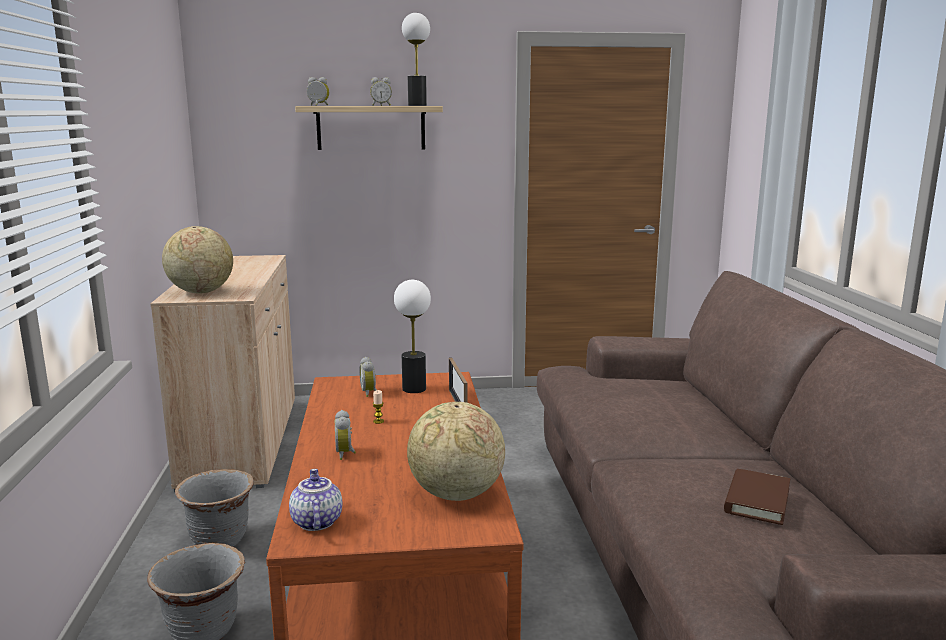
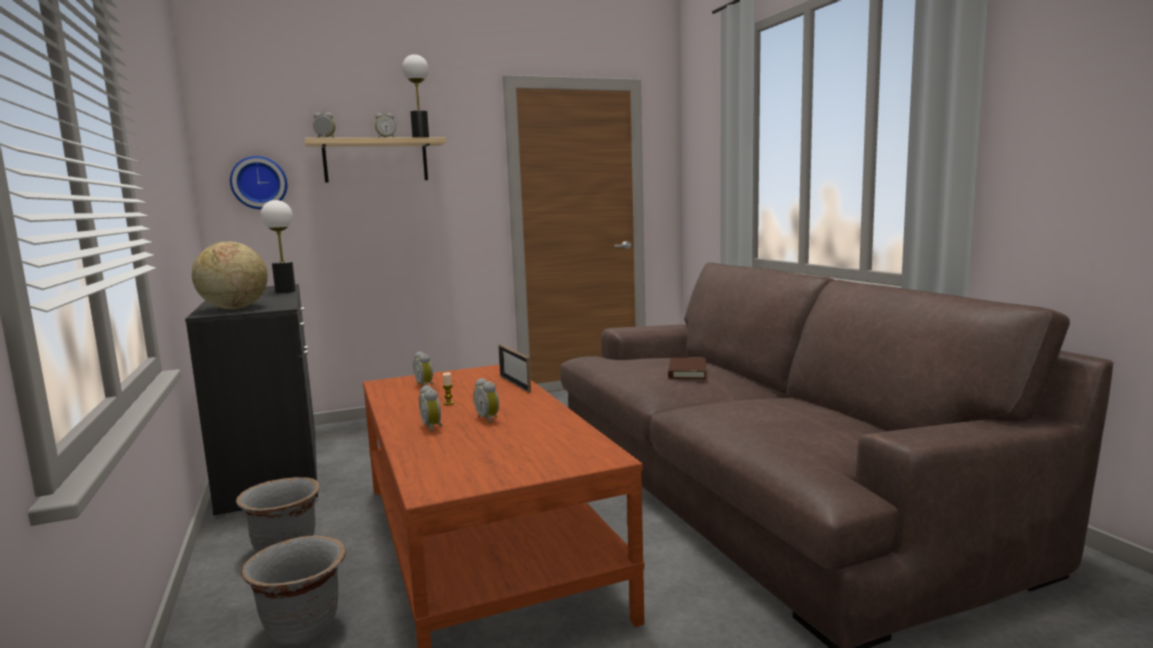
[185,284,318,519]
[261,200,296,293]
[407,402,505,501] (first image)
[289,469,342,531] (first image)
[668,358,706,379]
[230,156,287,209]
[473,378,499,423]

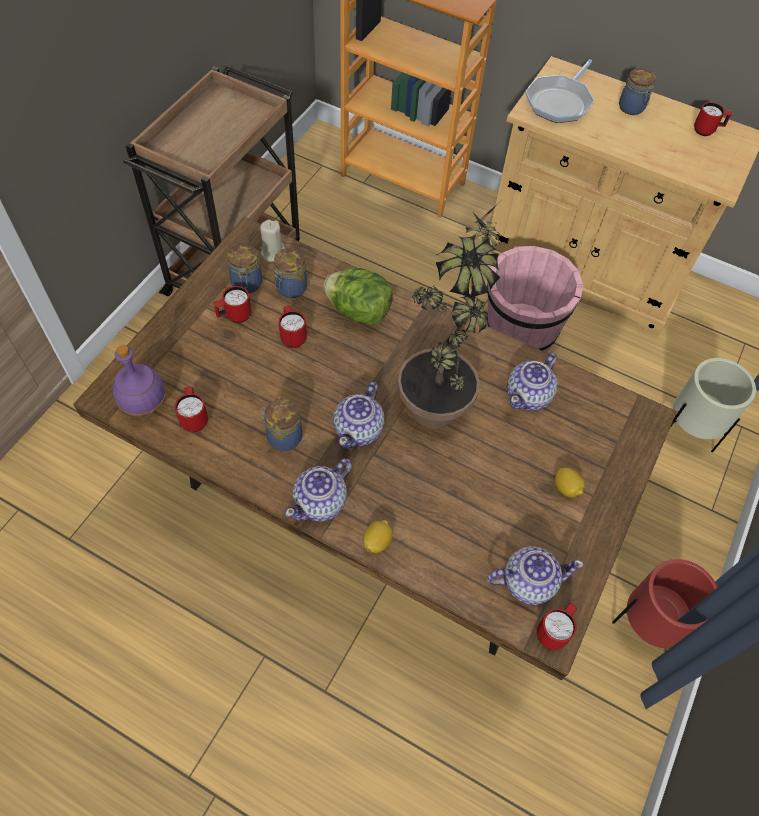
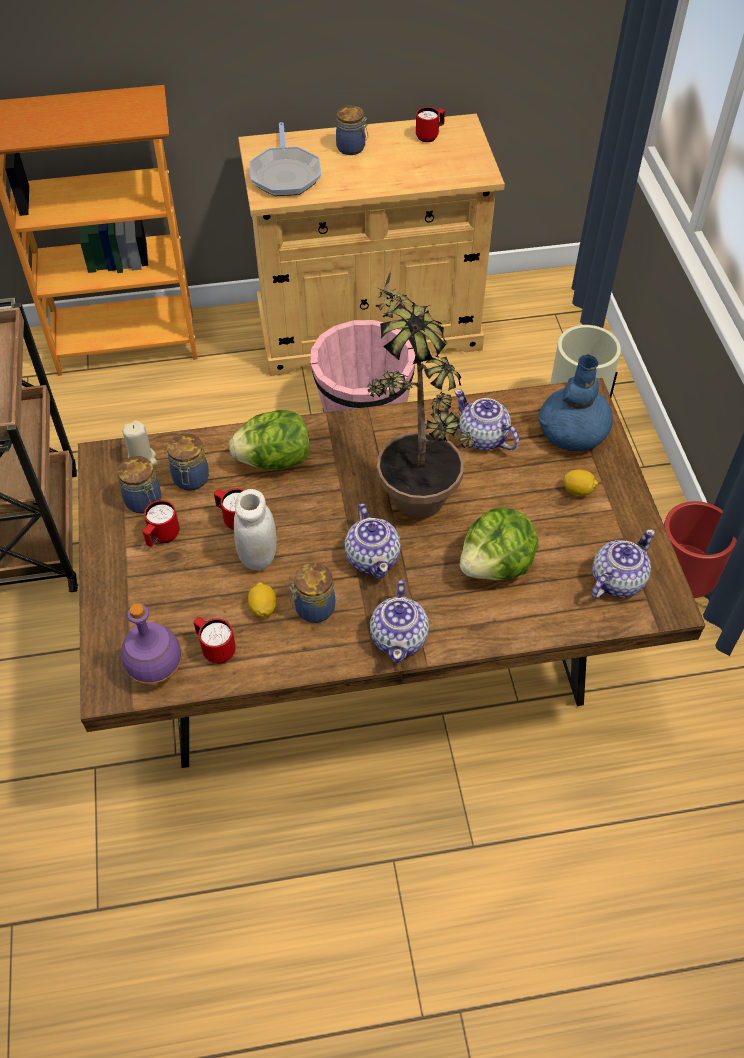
[454,389,519,450]
[248,582,276,618]
[537,603,577,650] (first image)
[538,354,613,451]
[234,489,277,571]
[460,507,539,580]

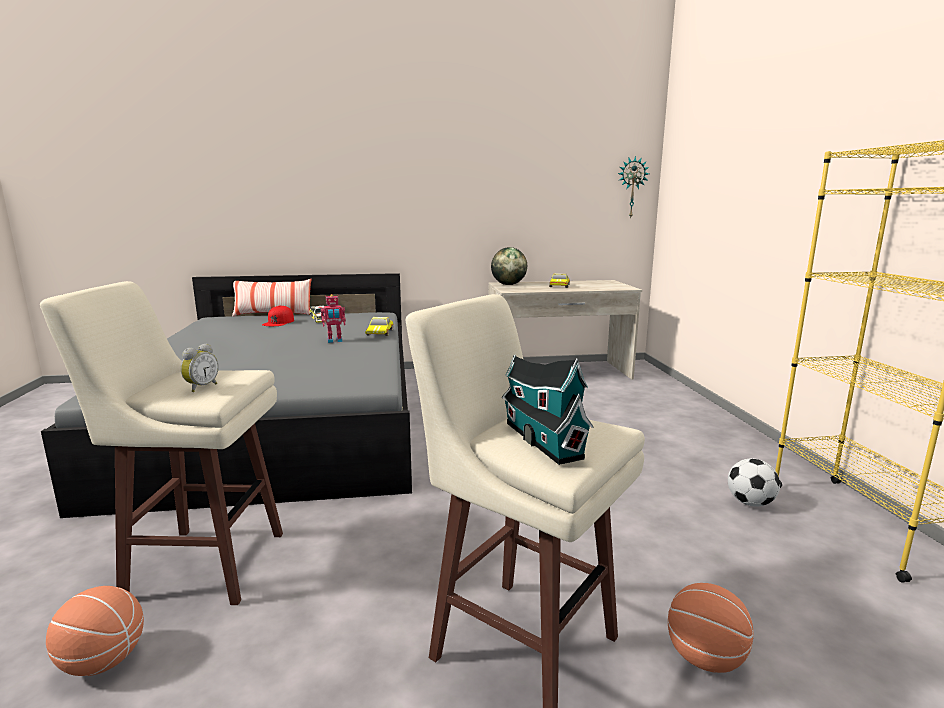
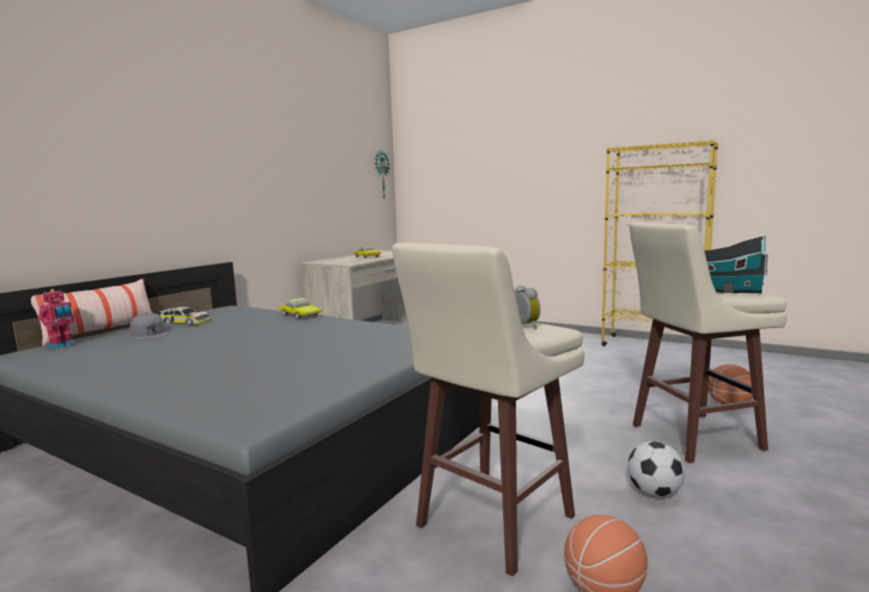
[491,247,527,285] (first image)
[38,289,77,348]
[130,312,169,340]
[628,441,685,497]

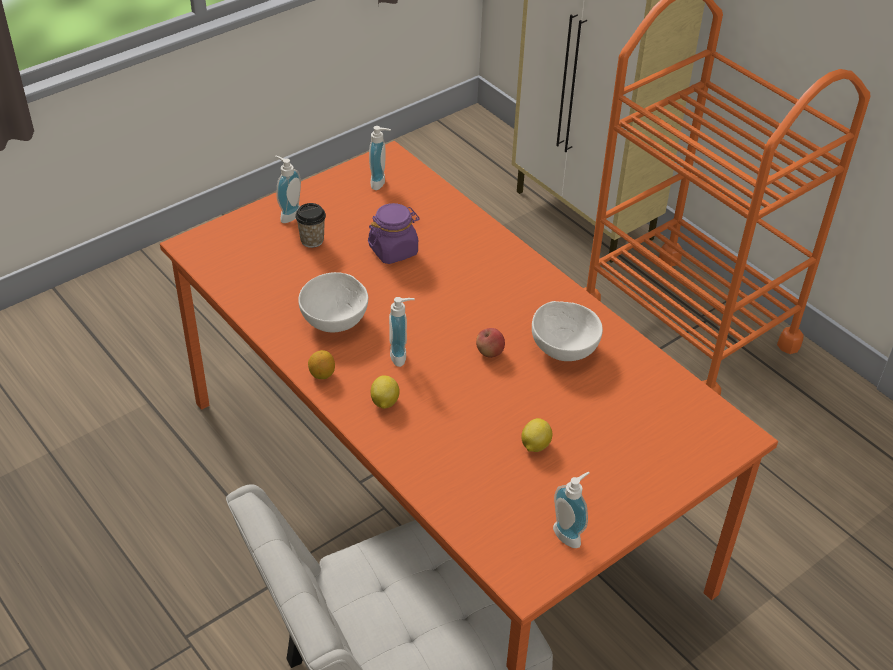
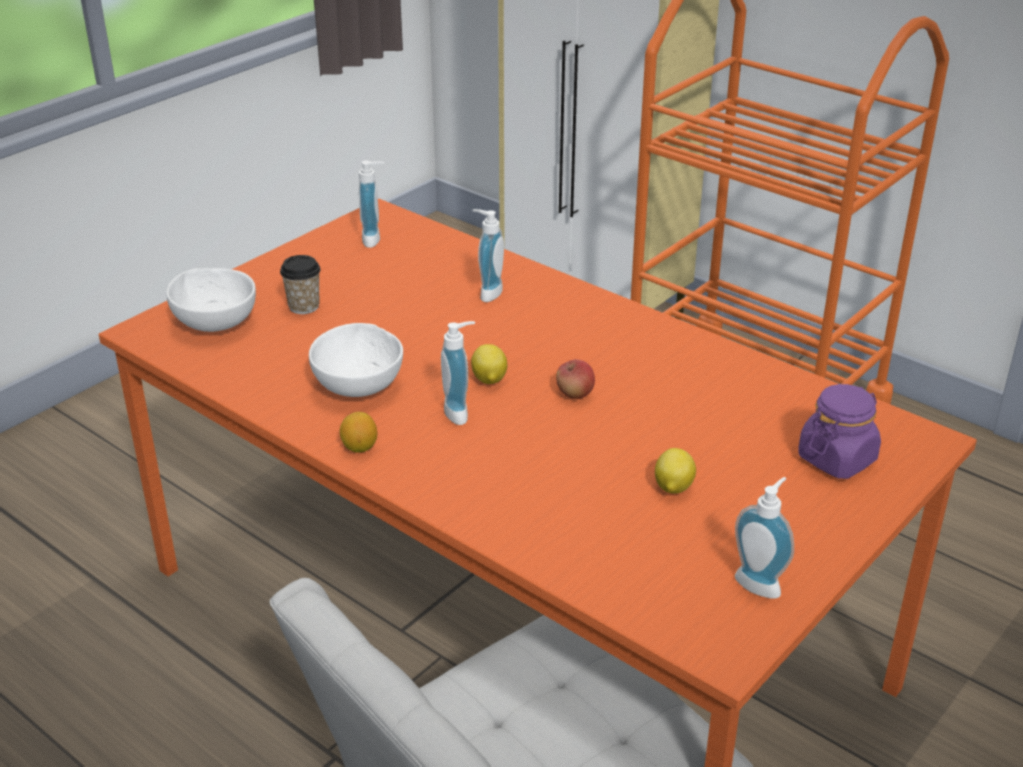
[473,209,504,302]
[798,384,881,479]
[166,268,256,332]
[471,344,507,384]

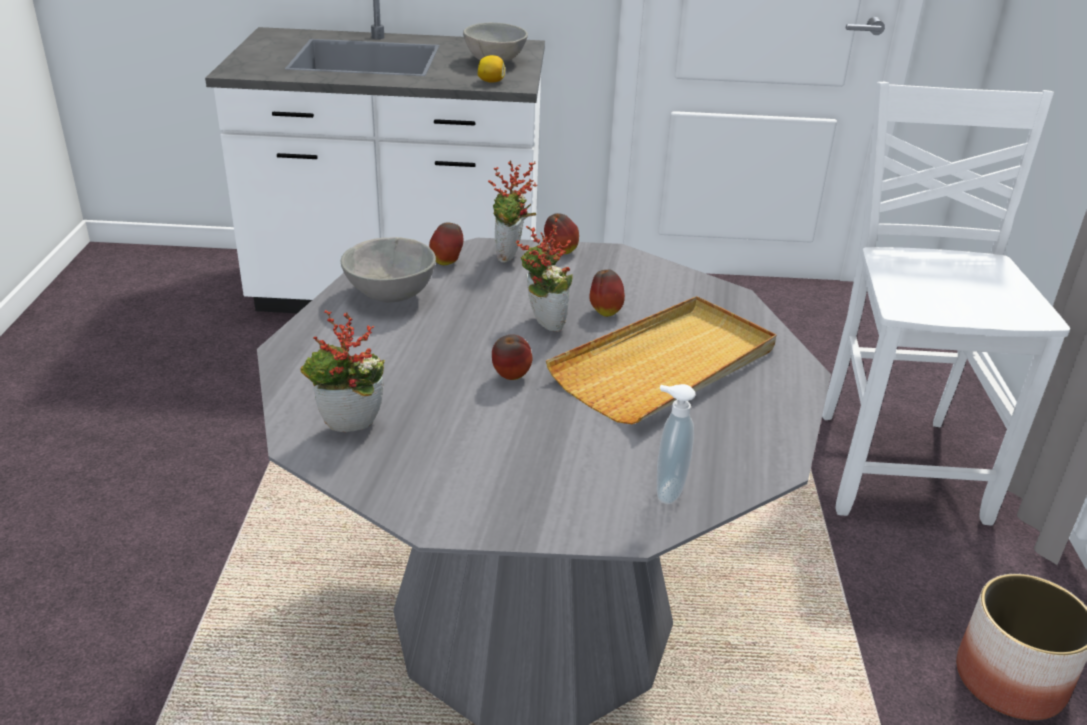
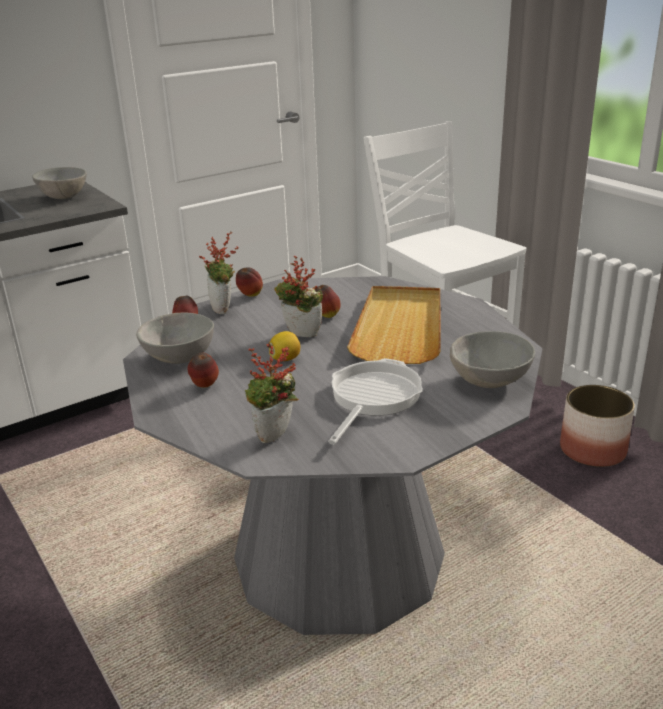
[269,331,300,361]
[188,353,219,388]
[450,331,535,388]
[328,358,423,445]

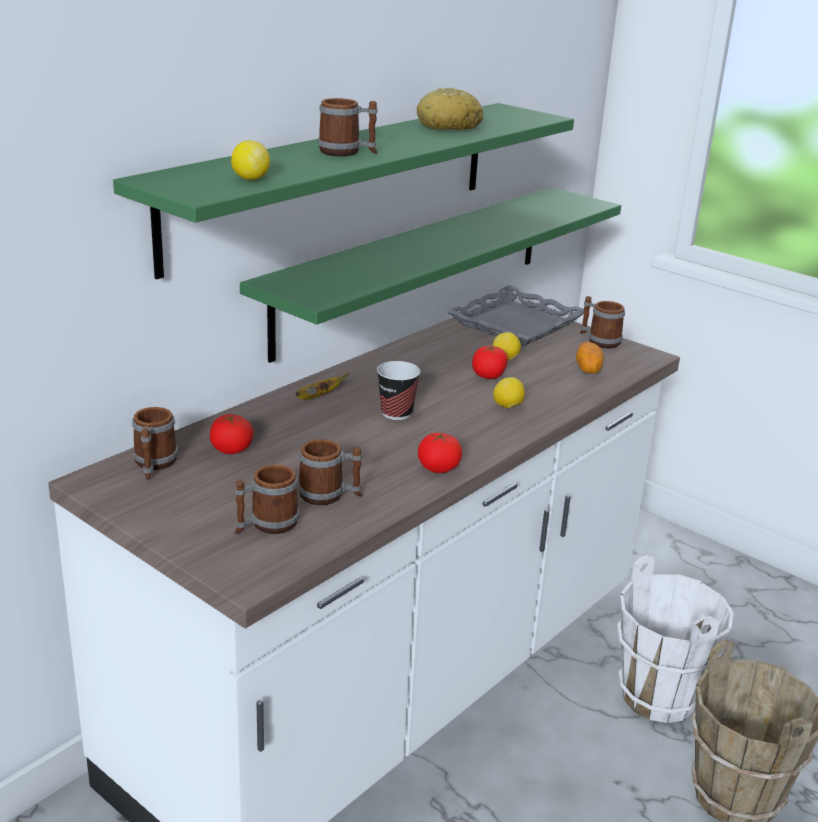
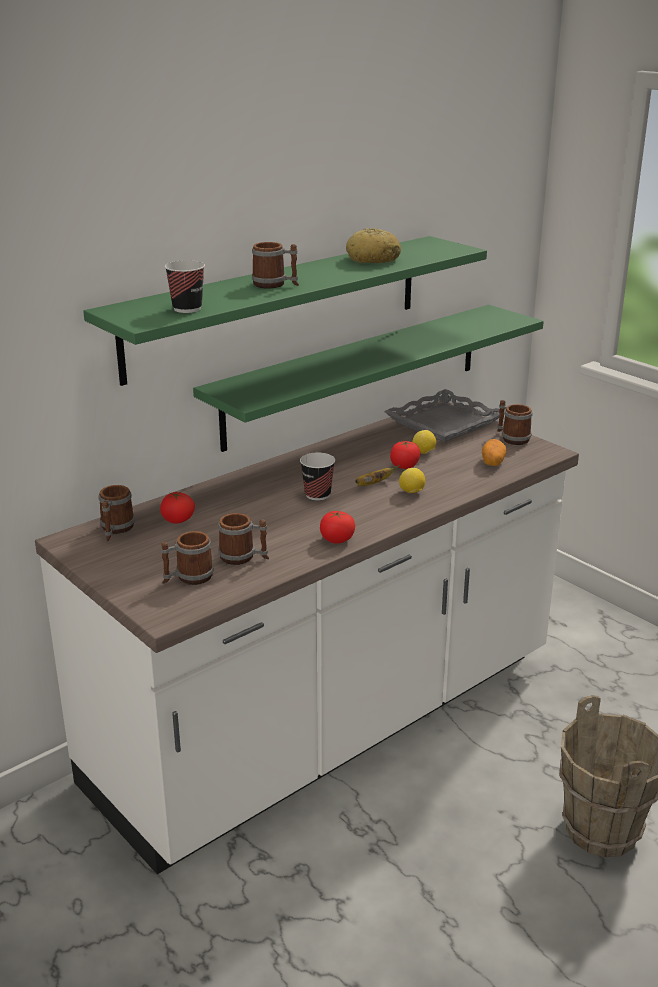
[165,260,205,313]
[355,465,400,486]
[617,555,733,723] (first image)

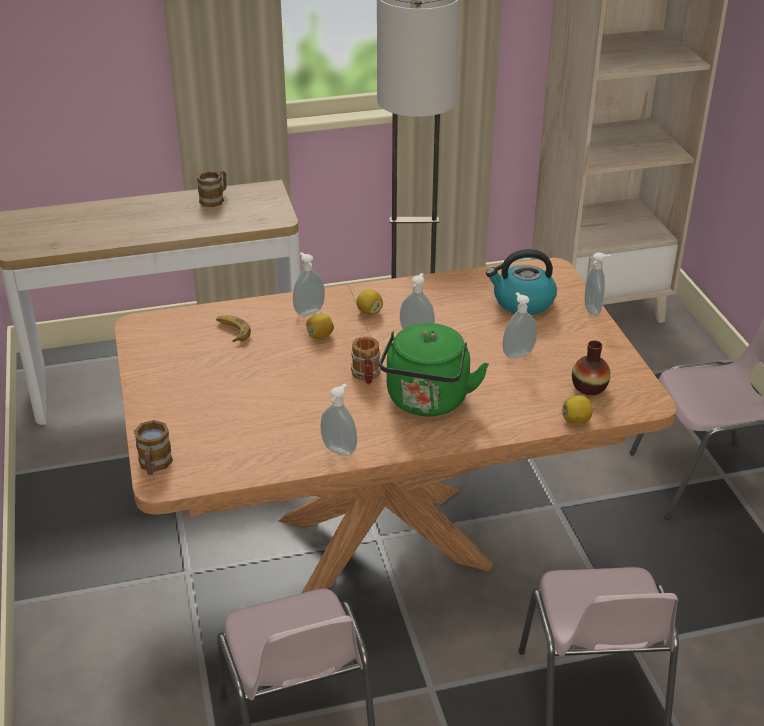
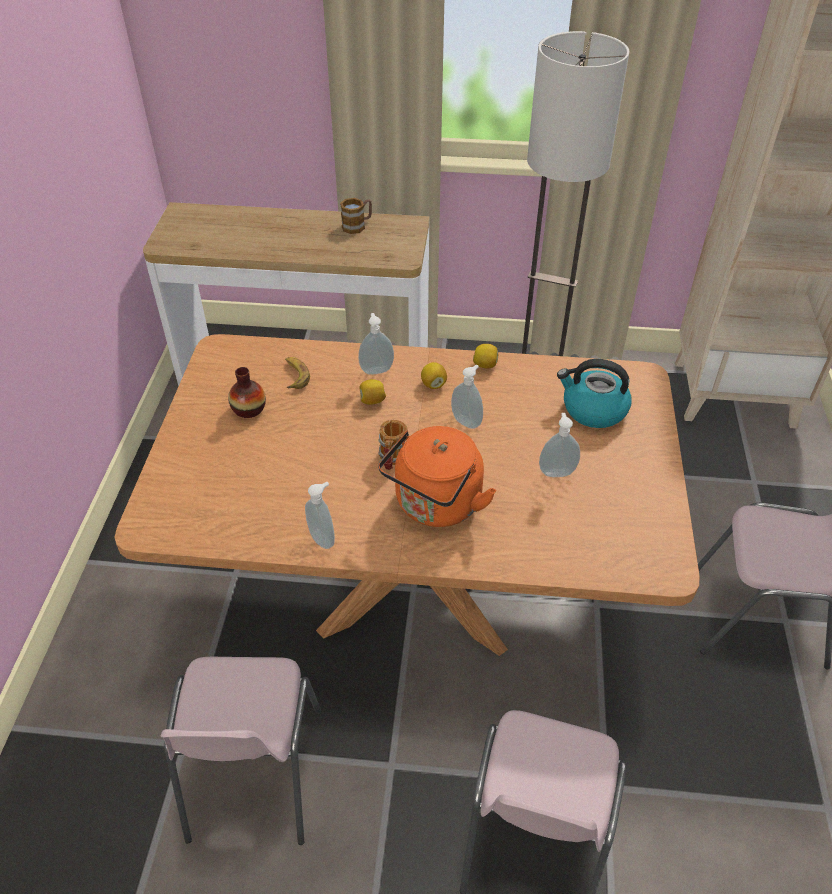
[585,252,611,316] (first image)
[378,426,496,527]
[228,367,266,418]
[473,344,498,369]
[134,420,173,475] (first image)

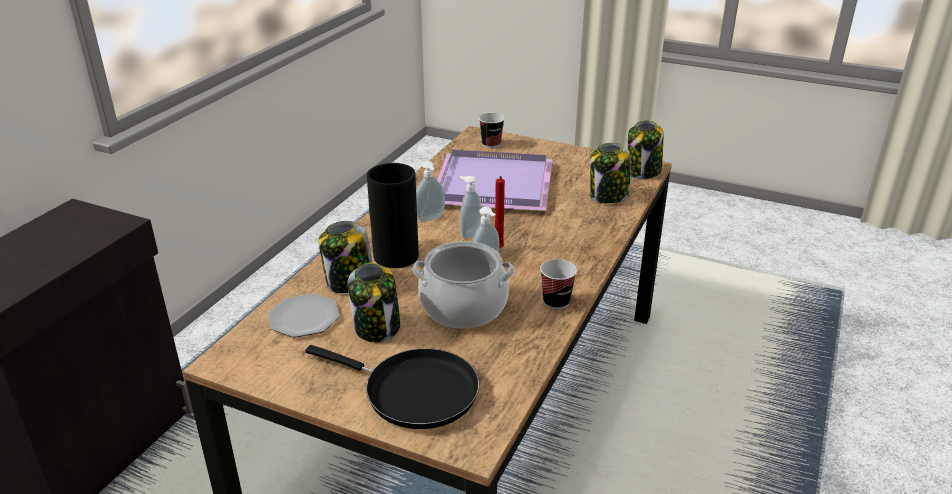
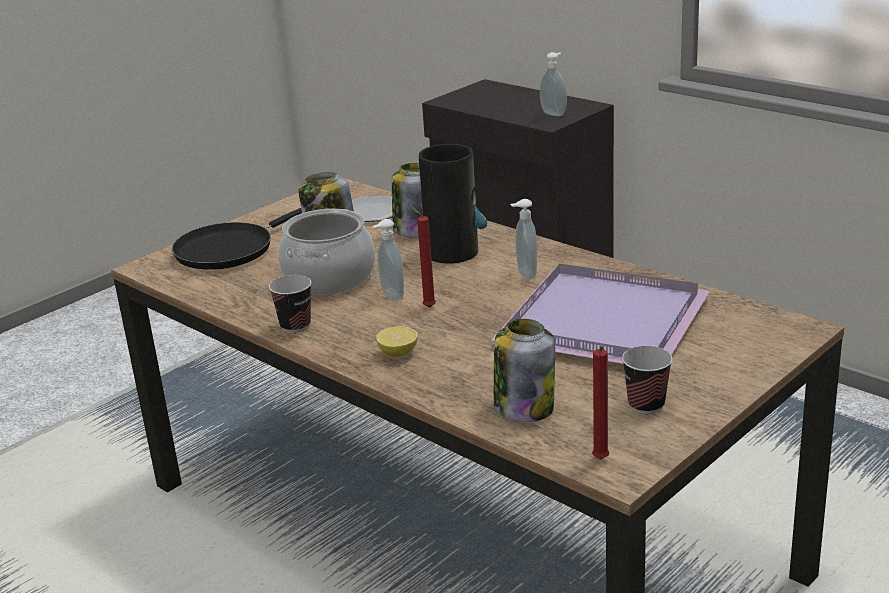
[622,346,673,414]
[592,346,609,459]
[540,52,567,116]
[376,326,418,357]

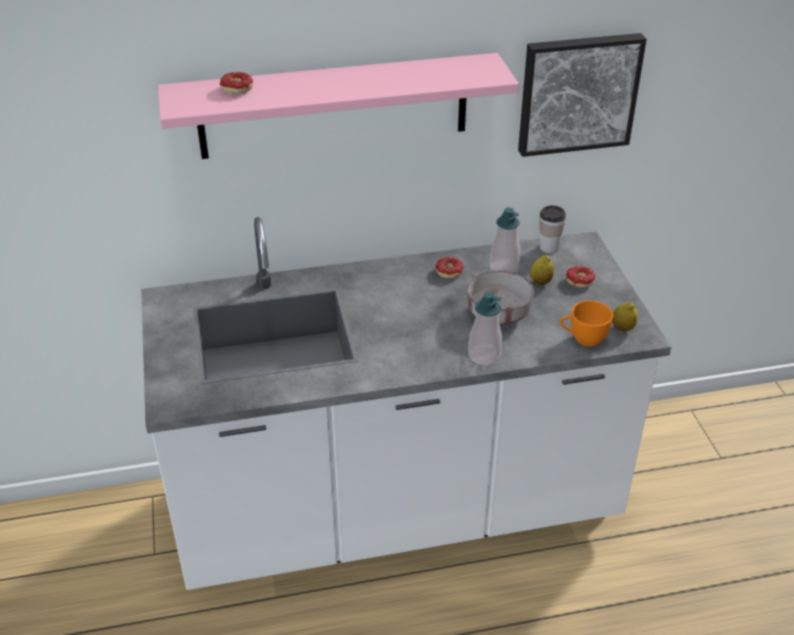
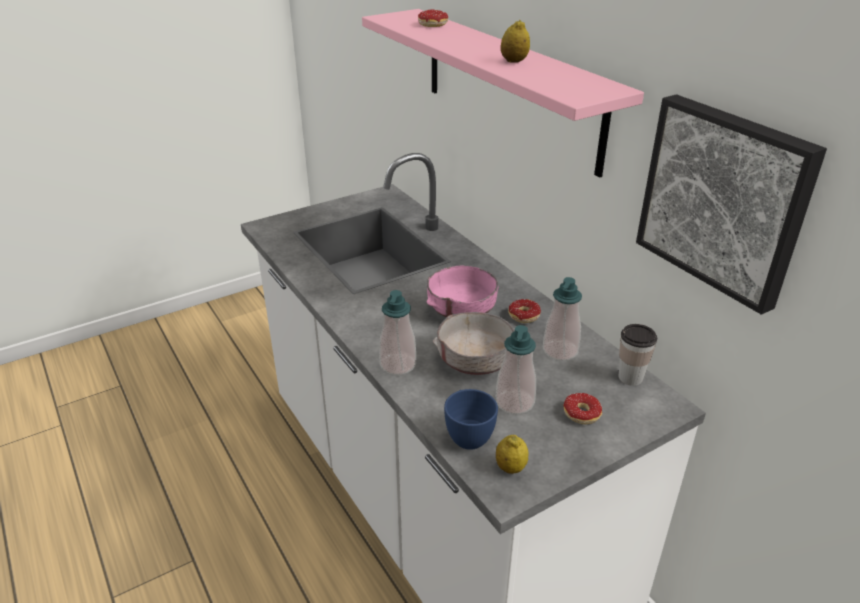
[501,20,530,63]
[444,389,498,450]
[427,265,498,317]
[496,325,536,415]

